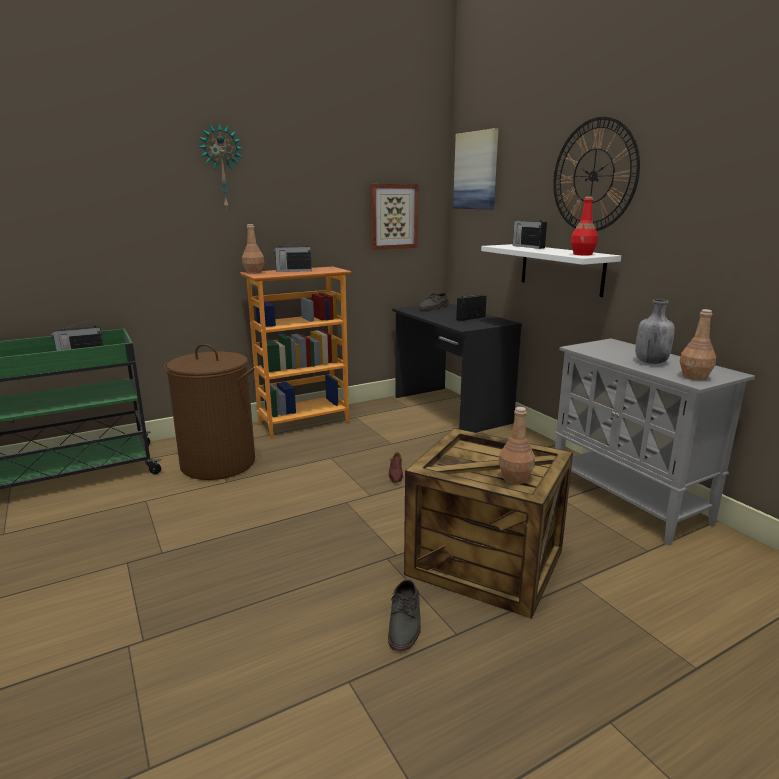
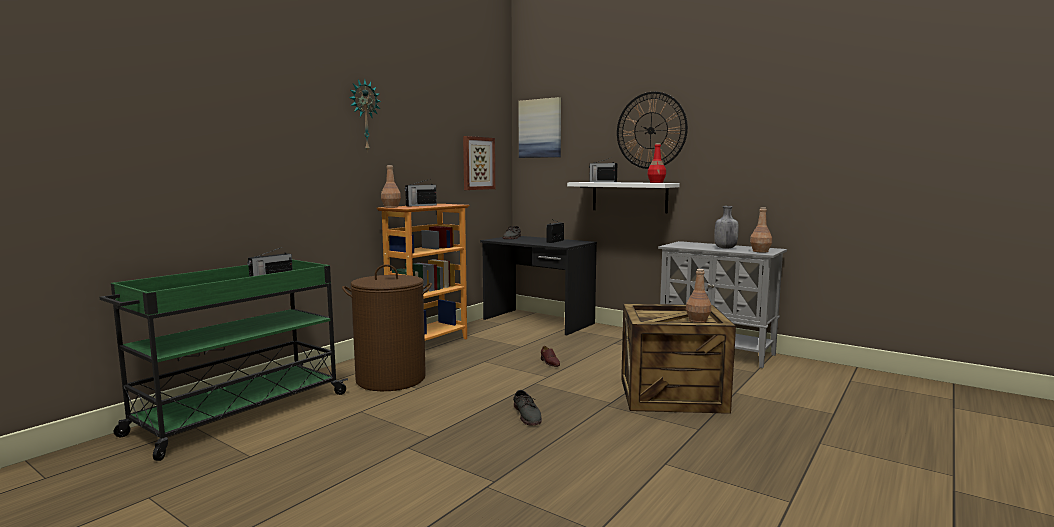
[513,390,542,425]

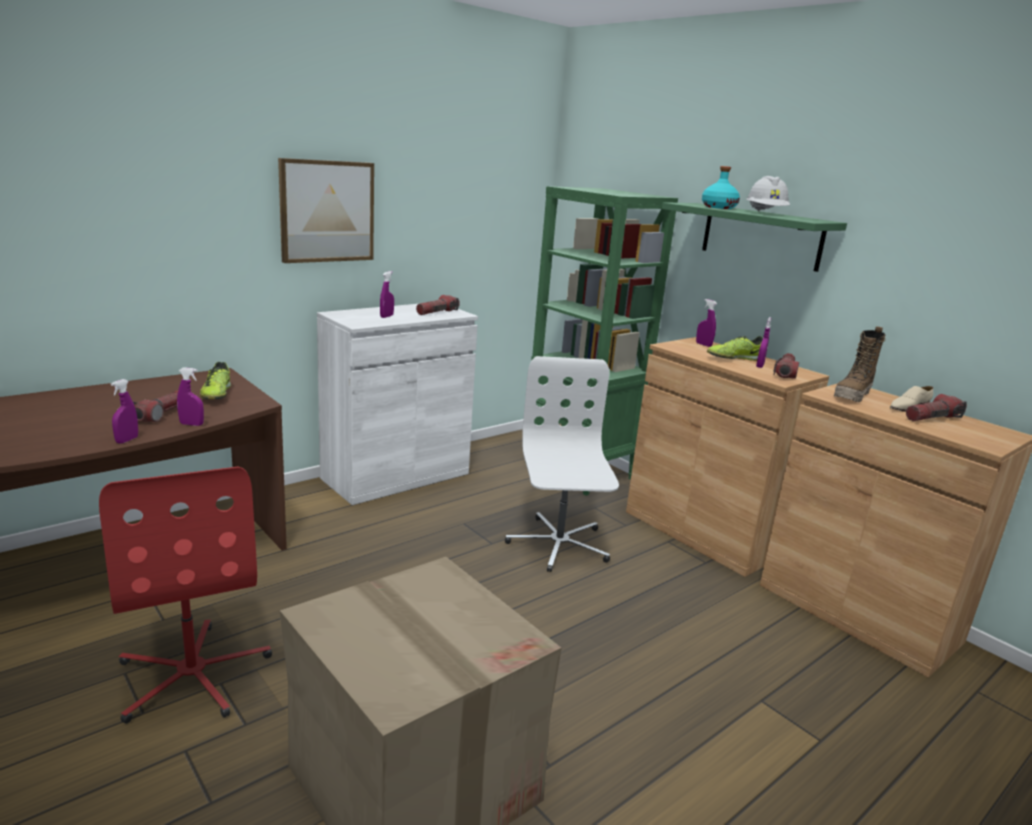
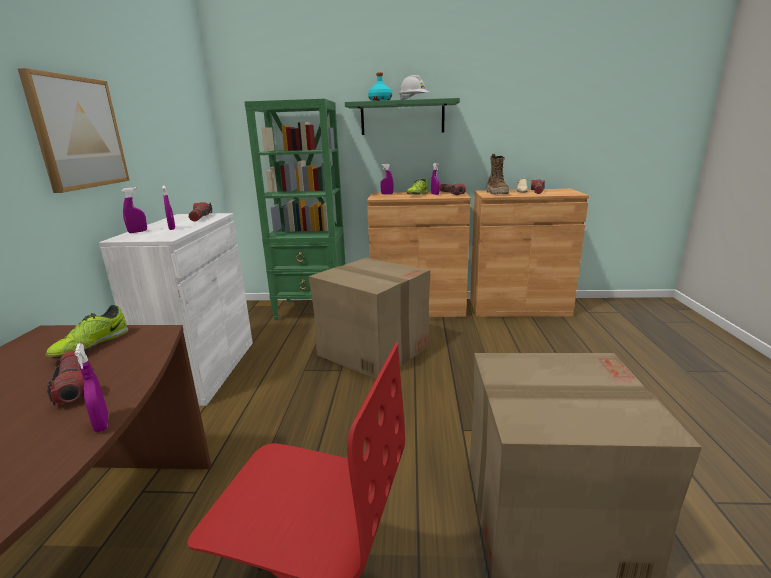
[308,258,430,379]
[45,305,129,359]
[122,187,147,233]

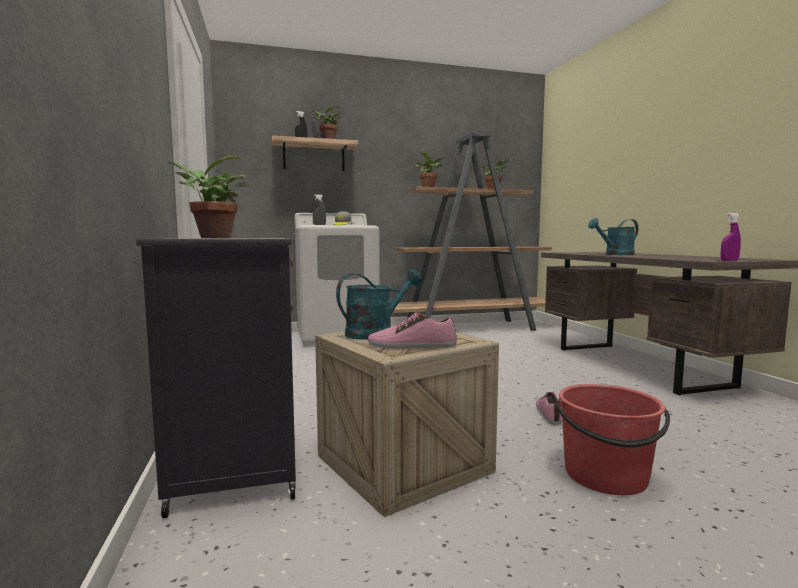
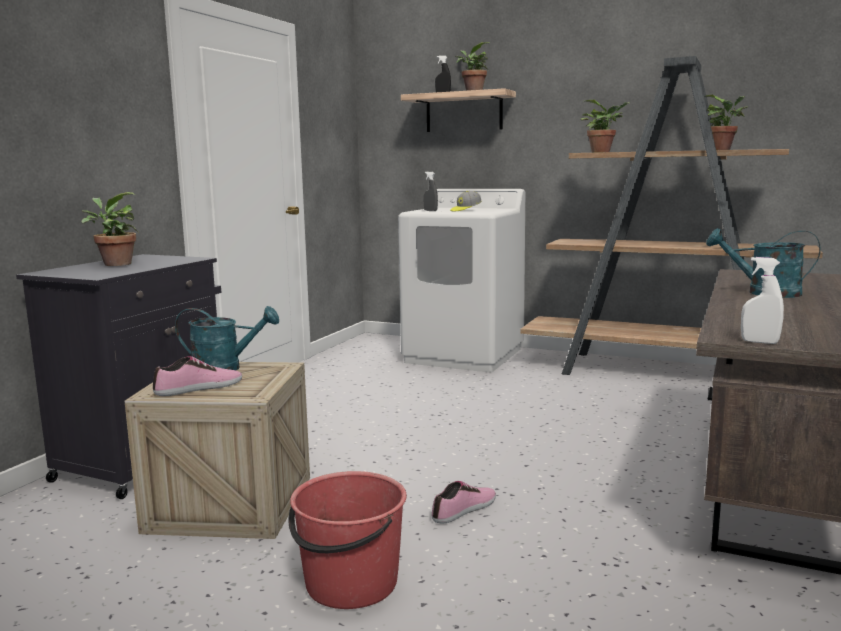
[741,257,784,344]
[153,356,242,396]

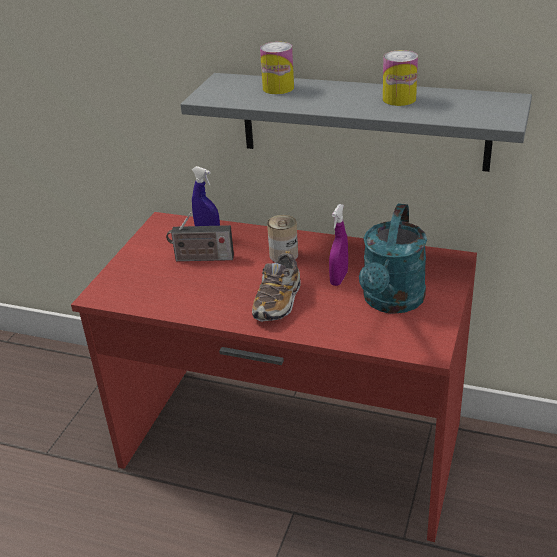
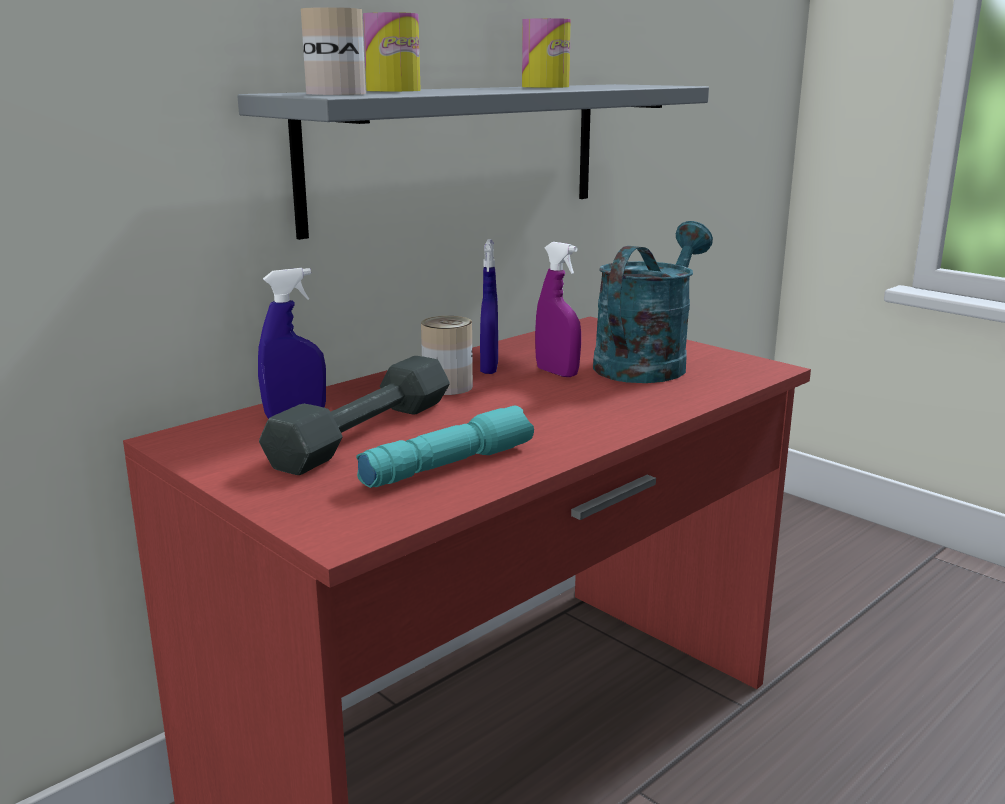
[593,221,713,383]
[259,356,450,475]
[252,251,301,322] (first image)
[301,7,366,95]
[480,239,498,374]
[356,406,534,488]

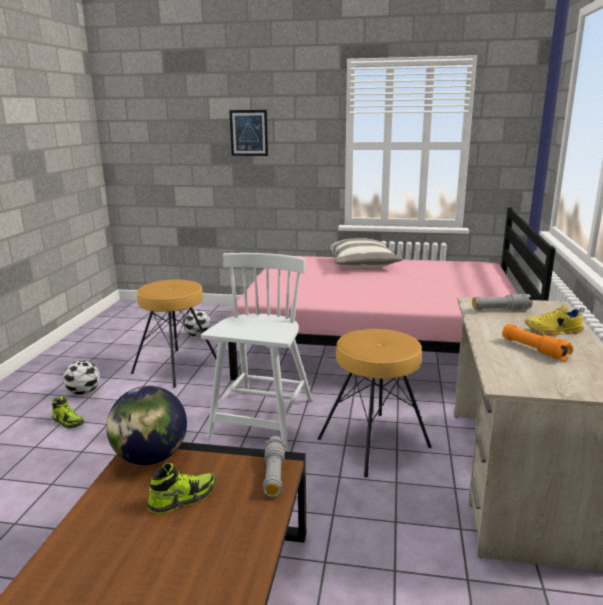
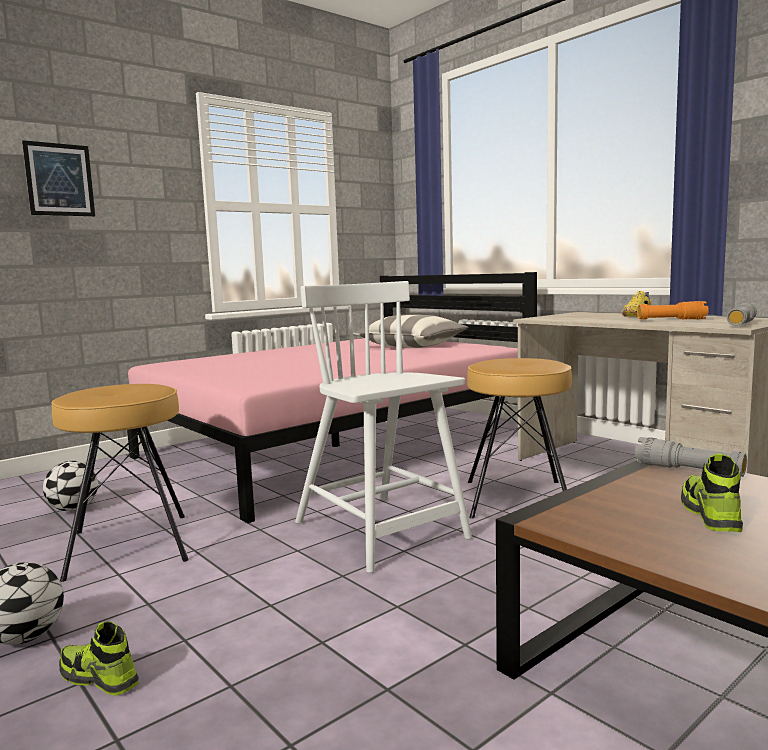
[353,315,468,348]
[727,302,757,326]
[106,386,187,465] (first image)
[59,622,139,696]

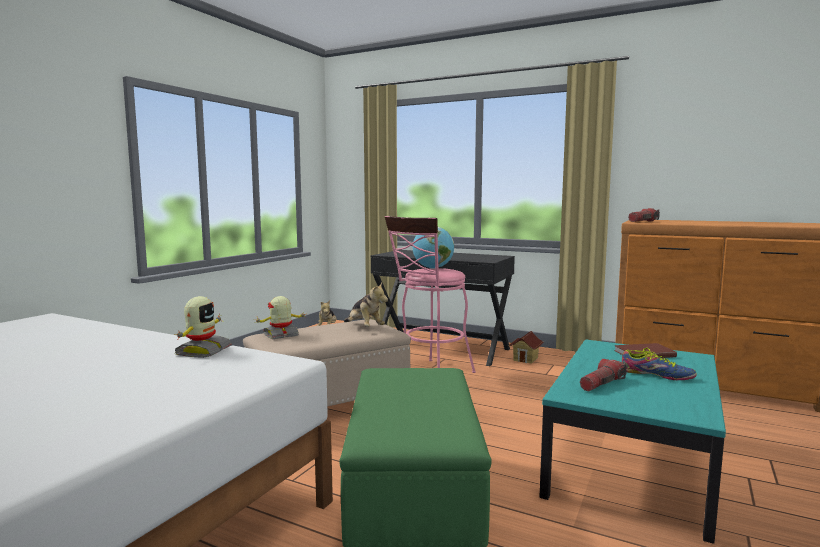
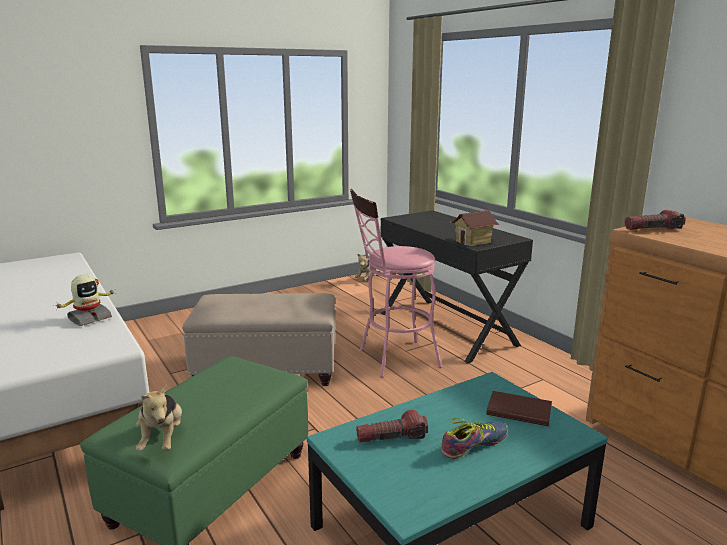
[412,227,454,269] (first image)
[136,385,182,451]
[254,296,306,339] (first image)
[450,210,499,246]
[442,418,508,459]

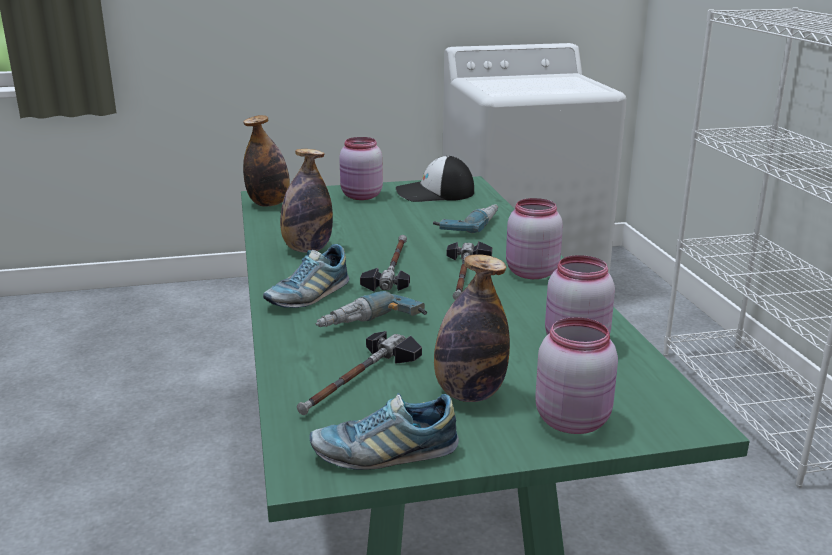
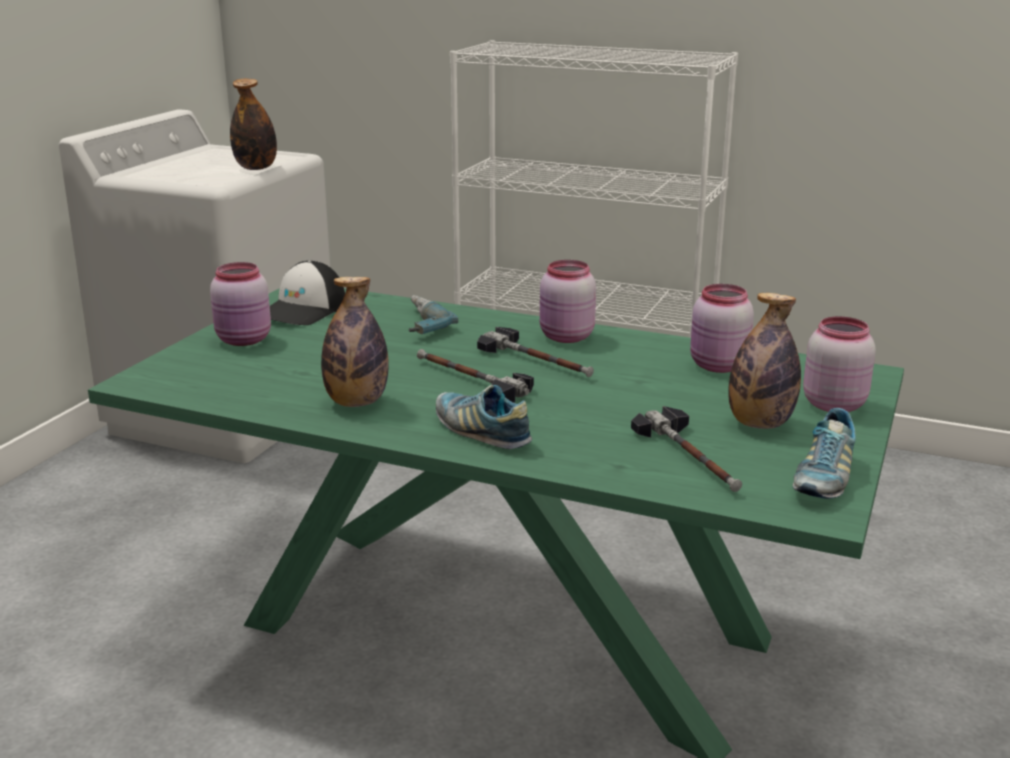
[230,78,277,170]
[436,385,532,449]
[316,291,427,327] (first image)

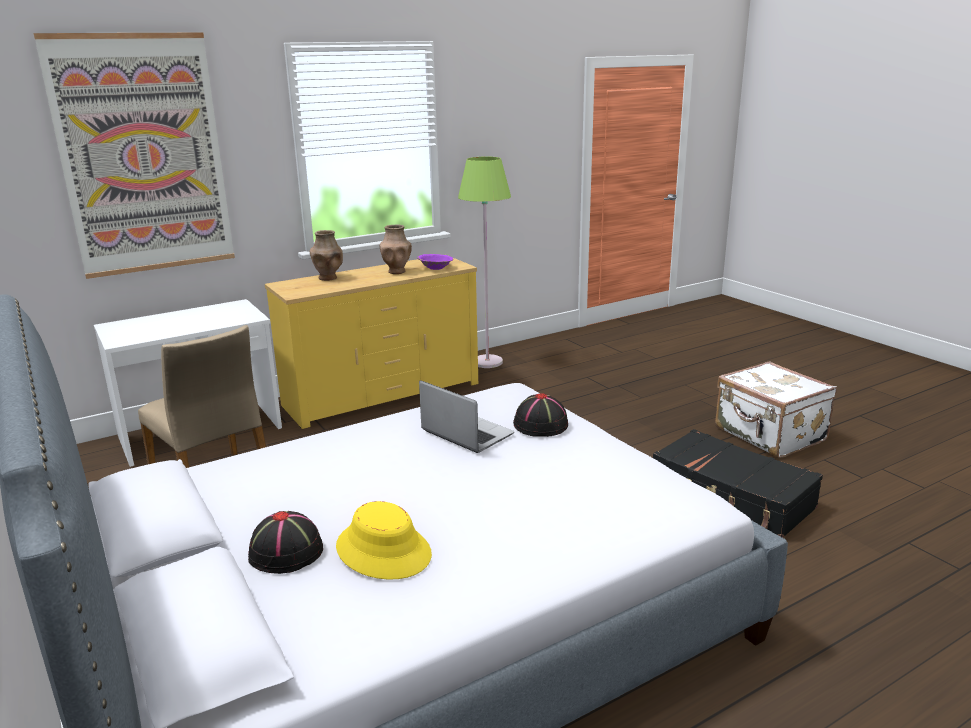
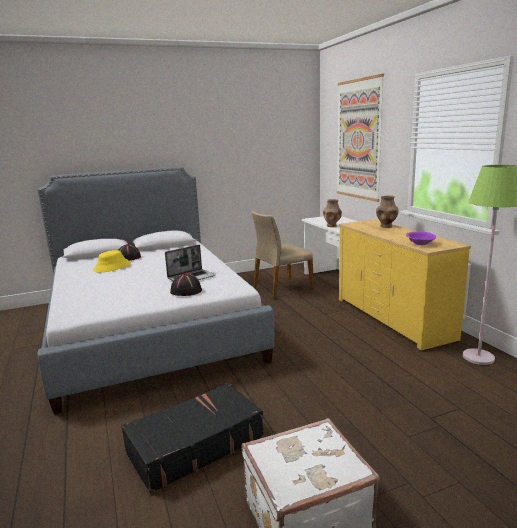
[323,199,342,227]

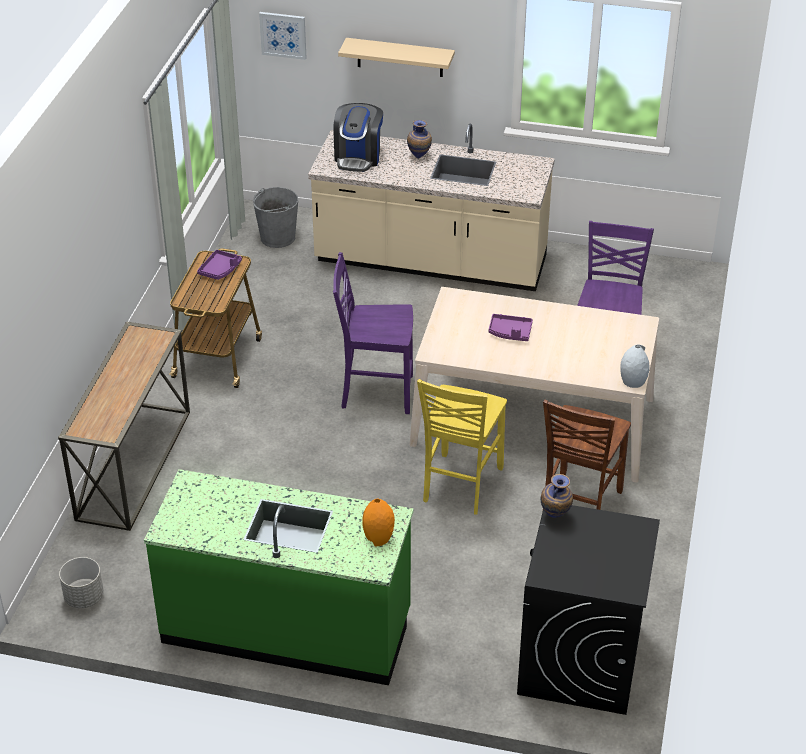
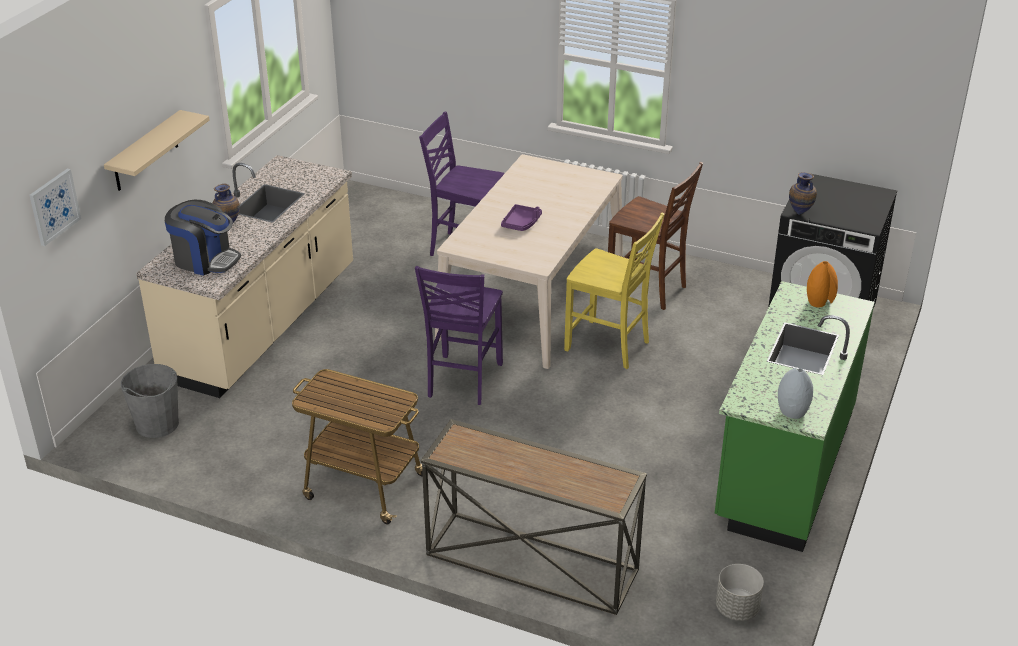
[197,250,242,280] (first image)
[778,368,813,419]

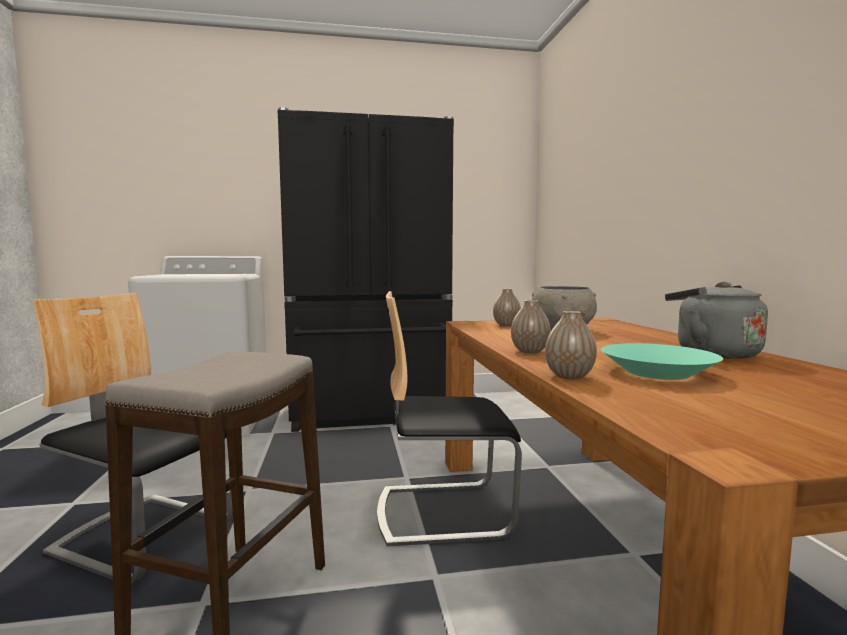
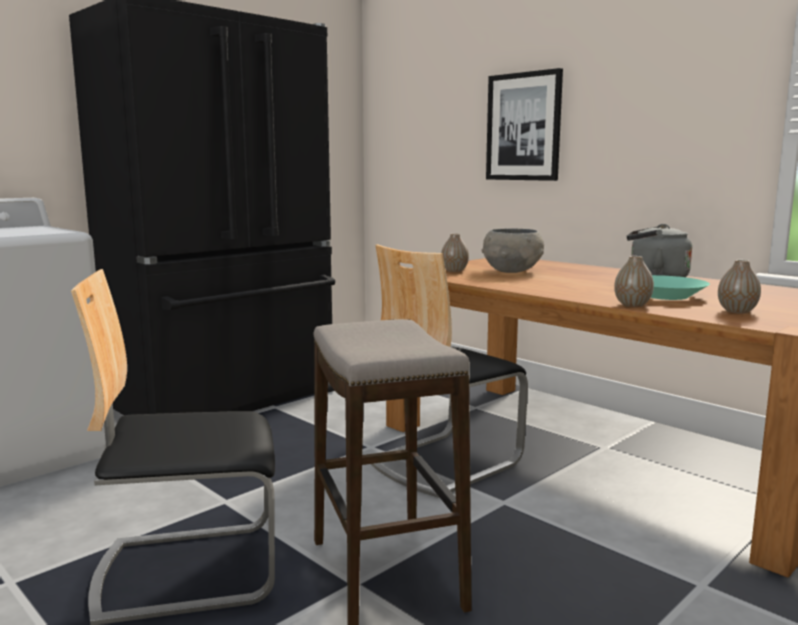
[718,260,761,314]
[486,68,563,181]

